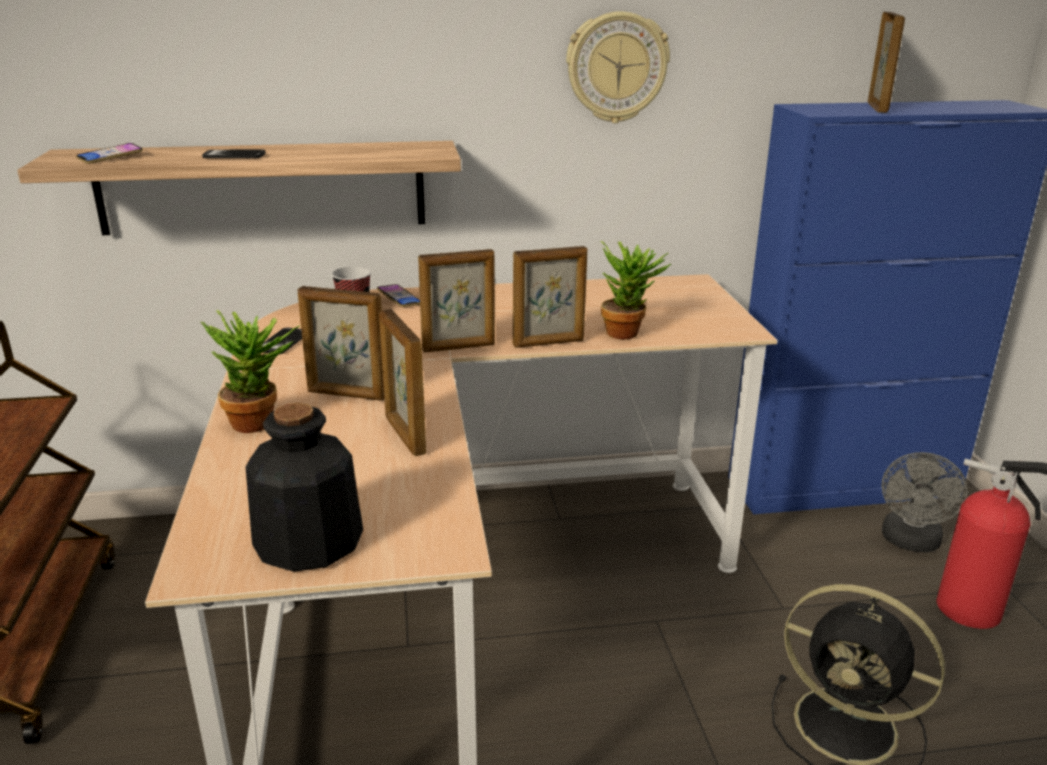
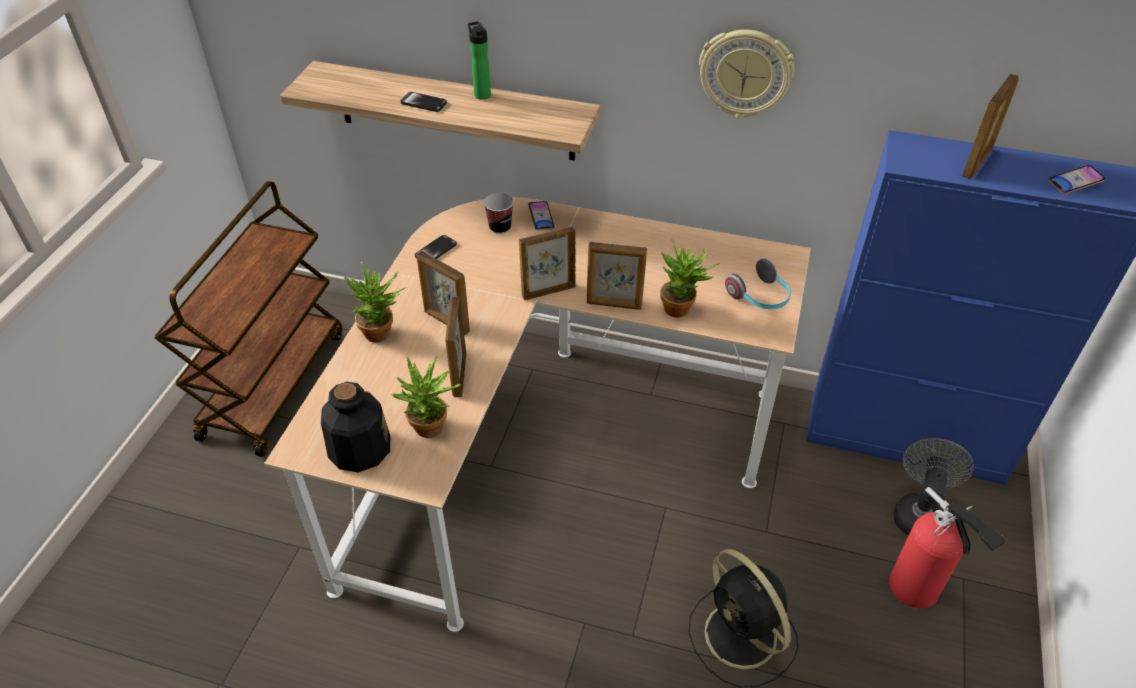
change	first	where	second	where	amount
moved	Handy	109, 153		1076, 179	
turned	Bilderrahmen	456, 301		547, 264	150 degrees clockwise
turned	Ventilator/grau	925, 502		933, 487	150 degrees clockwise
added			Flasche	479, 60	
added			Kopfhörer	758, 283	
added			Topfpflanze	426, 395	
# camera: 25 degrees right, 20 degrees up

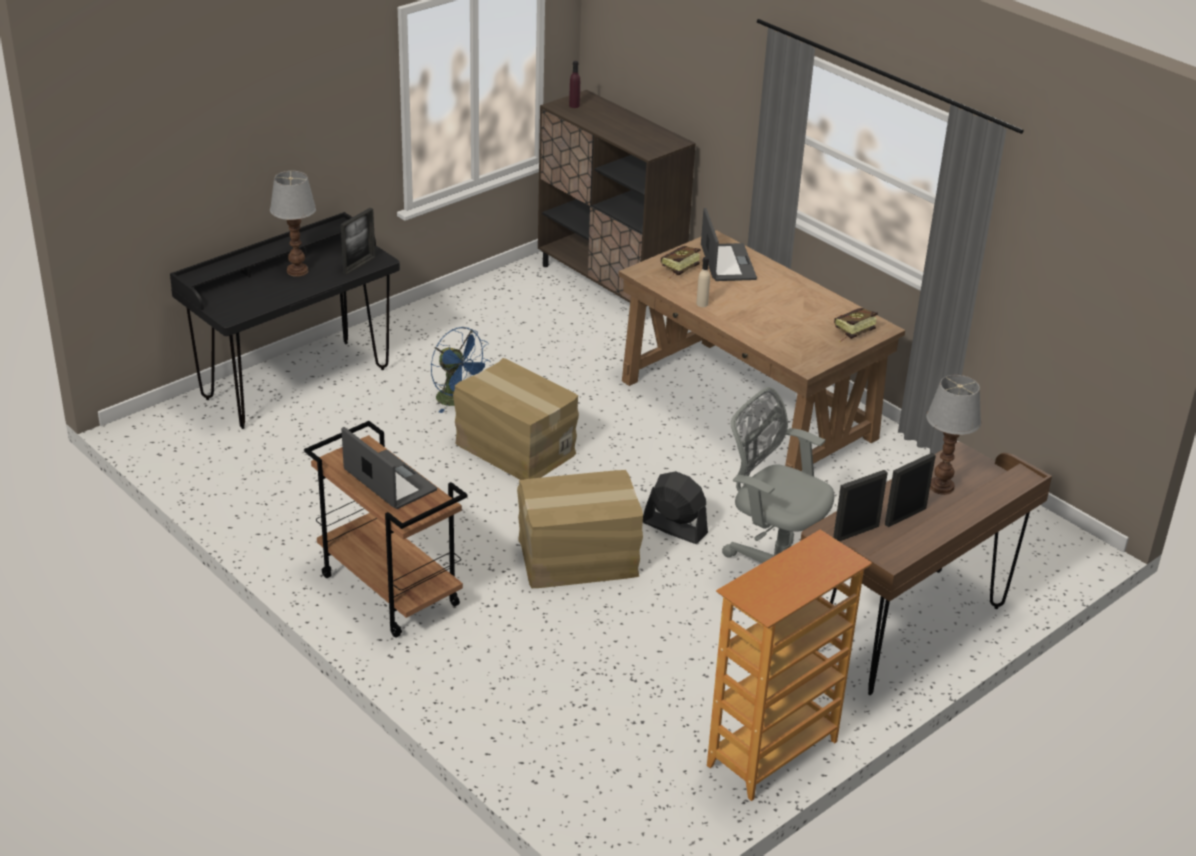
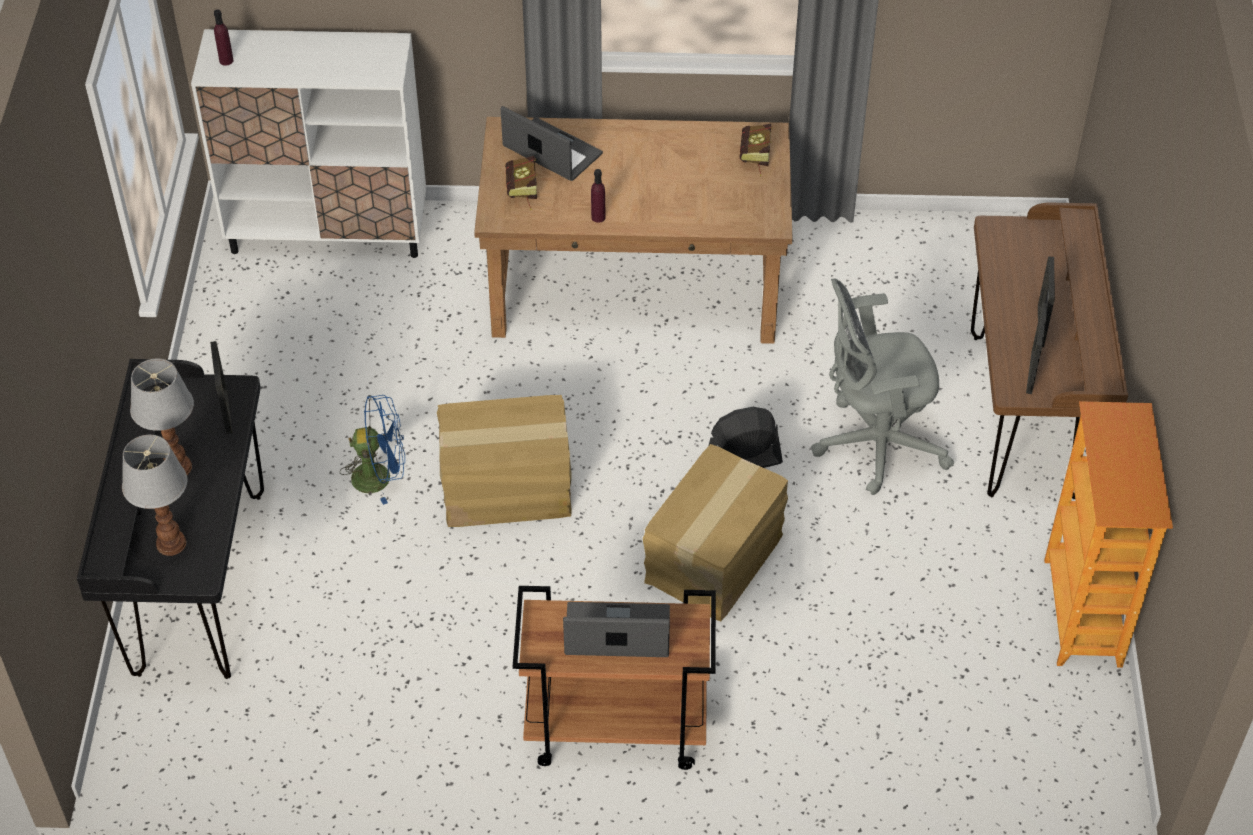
change	first	where	second	where	amount
recoloured	Schrank/braun	617, 198	Schrank/weiß	308, 143	
recoloured	Flasche/beige	703, 282	Flasche/lila	598, 196	
moved	Tischlampe	953, 435		154, 495	
# camera: 45 degrees left, 15 degrees up

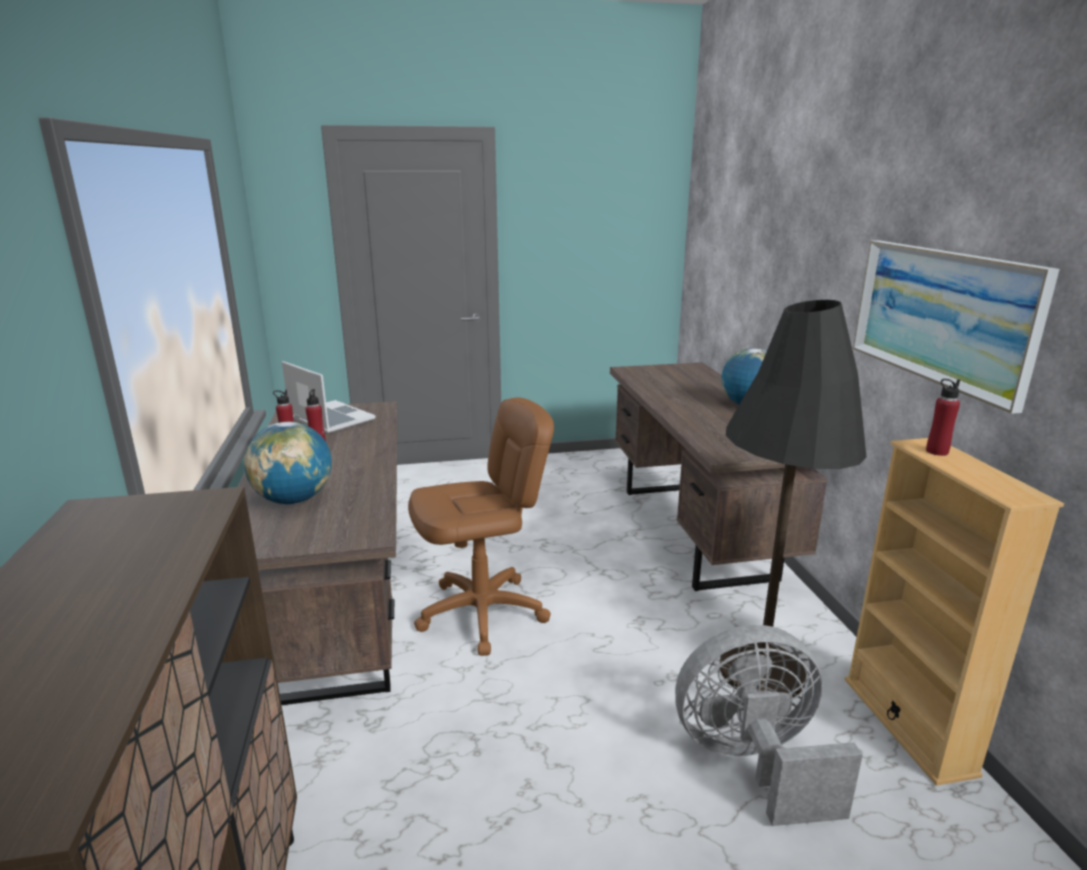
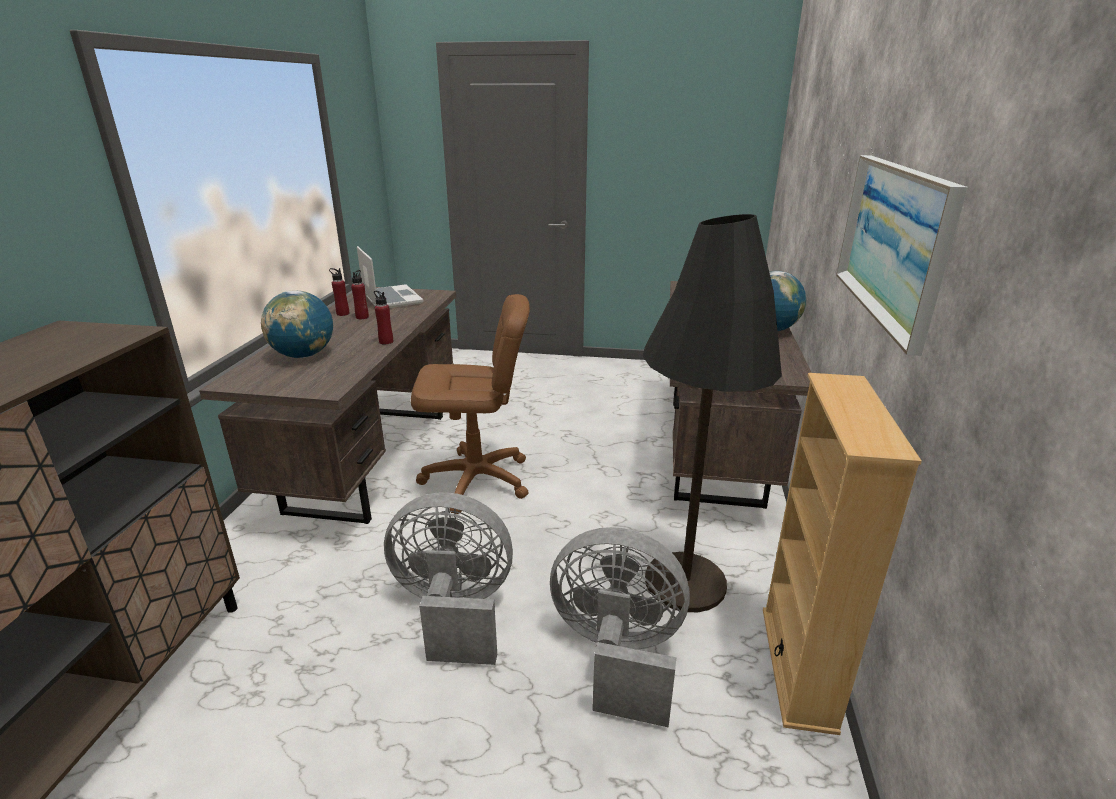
change	first	where	second	where	amount
moved	Flasche/rot	943, 417		383, 317	
added			Ventilator/grau	448, 578	
# camera: 20 degrees right, 5 degrees up

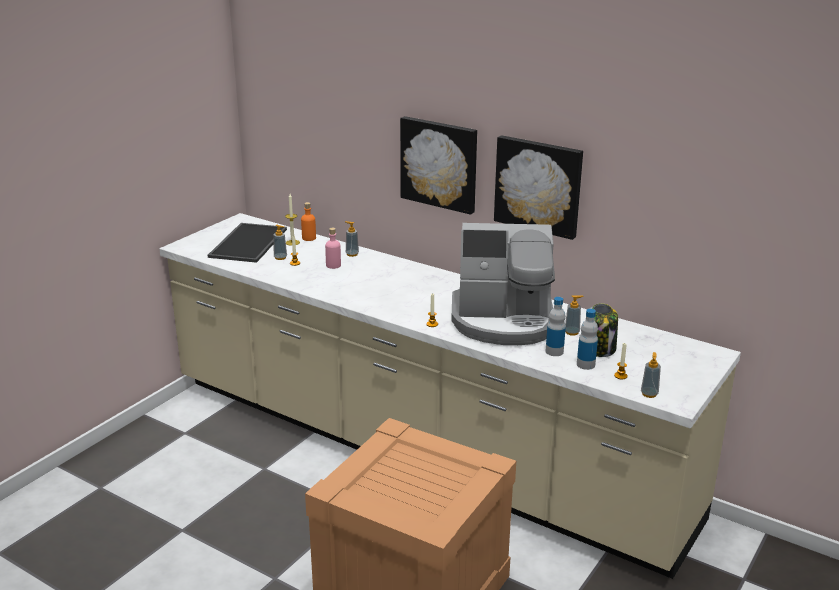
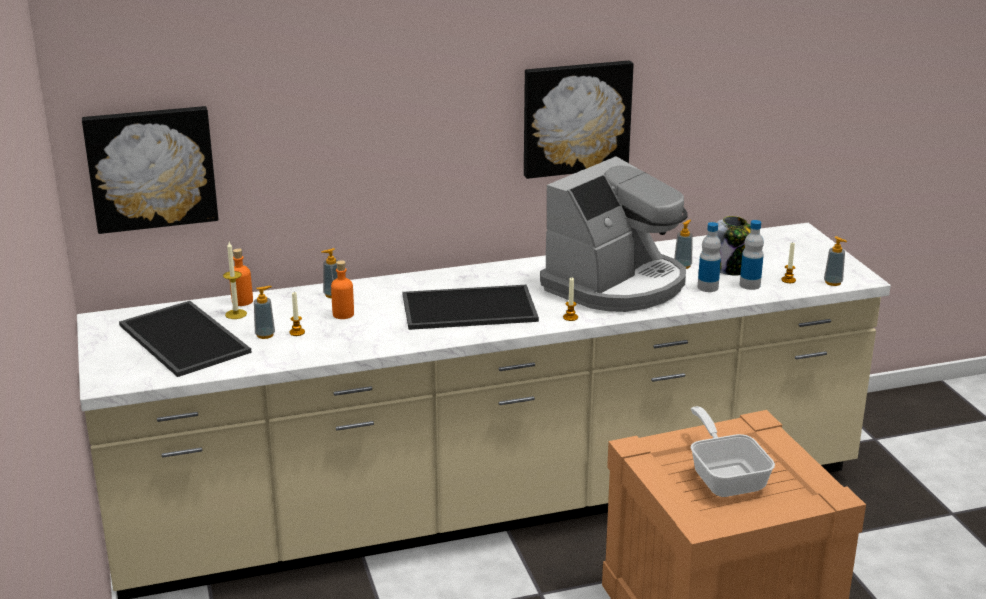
change	first	where	second	where	amount
moved	Bild	438, 165		150, 170	
recoloured	Flasche/rosa	333, 248	Flasche/orange	342, 289	
added			Tablett	471, 307	
added			Pfanne	732, 451	
# camera: 50 degrees left, 0 degrees up

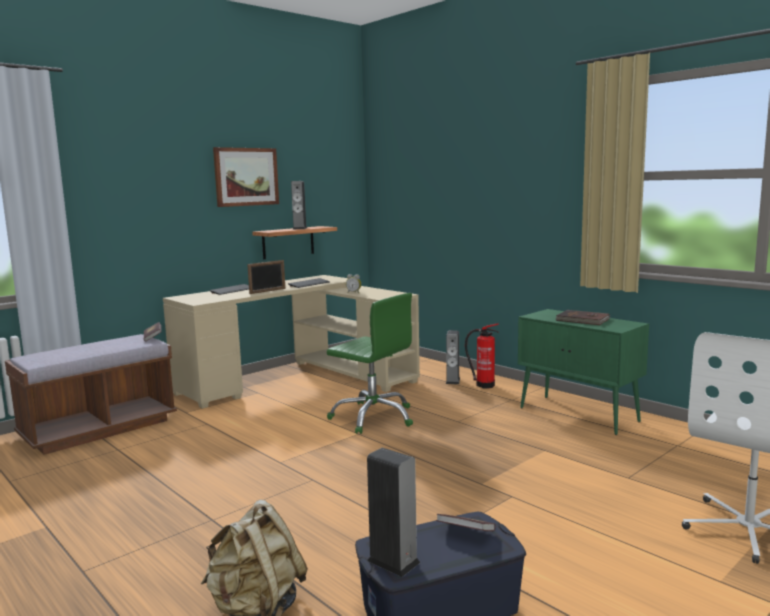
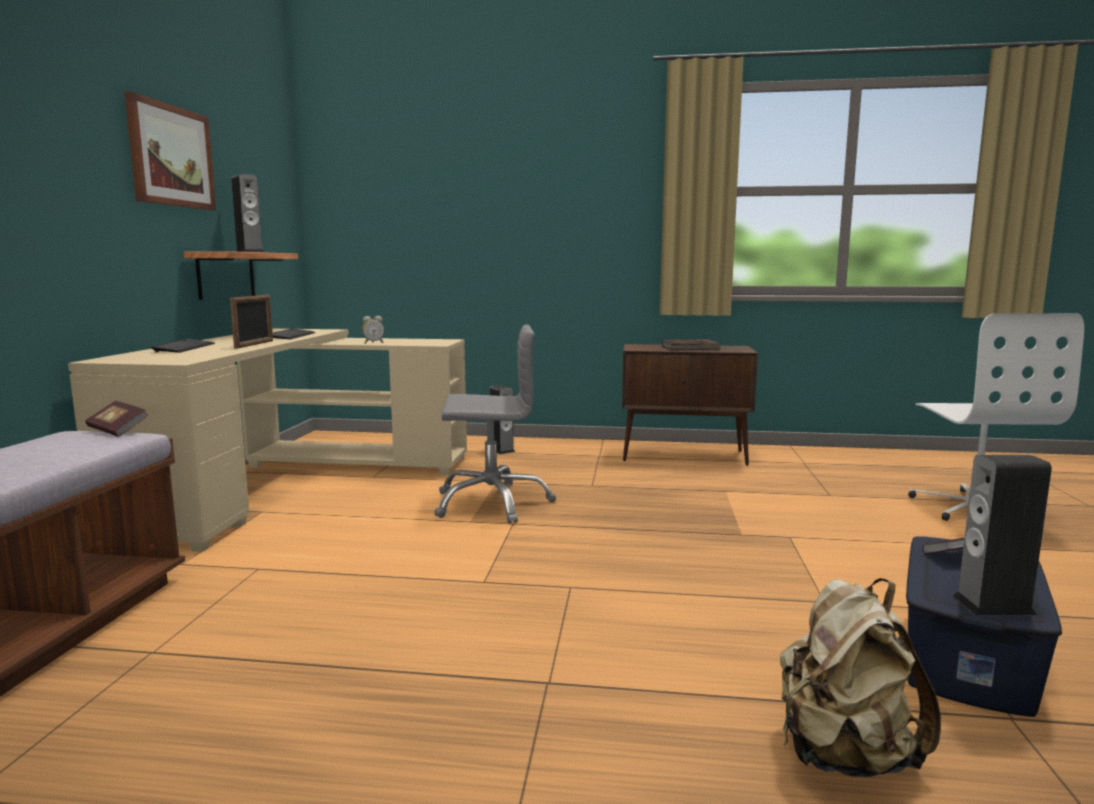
change	first	where	second	where	amount
recoloured	Bürostuhl/grün	370, 363	Bürostuhl/grau	495, 424	
recoloured	Schrank/grün	583, 372	Schrank/braun	690, 405	
removed	Feuerlöscher	482, 356			
# camera: 40 degrees left, 0 degrees up

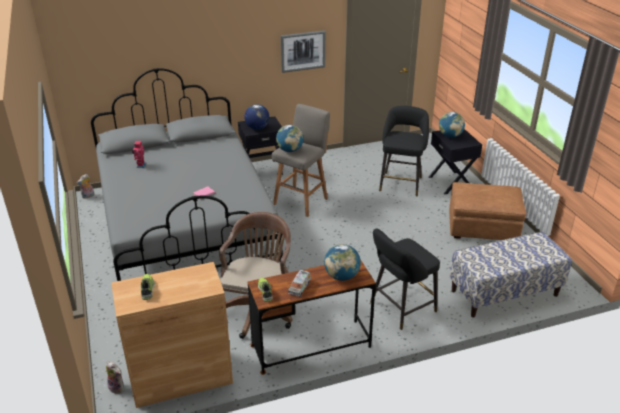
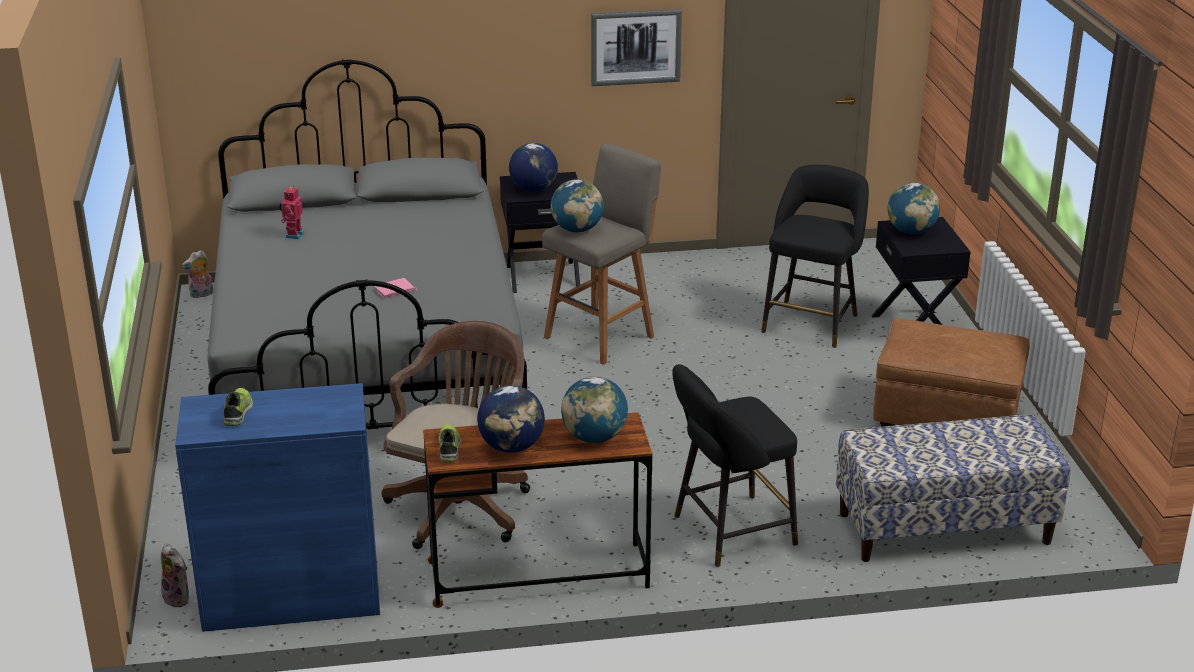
change	first	where	second	where	amount
recoloured	Schrank/braun	172, 335	Schrank/blau	277, 507	
replaced	Spielzeuglaster	299, 283	Globus	511, 419	
# camera: 10 degrees right, 5 degrees down

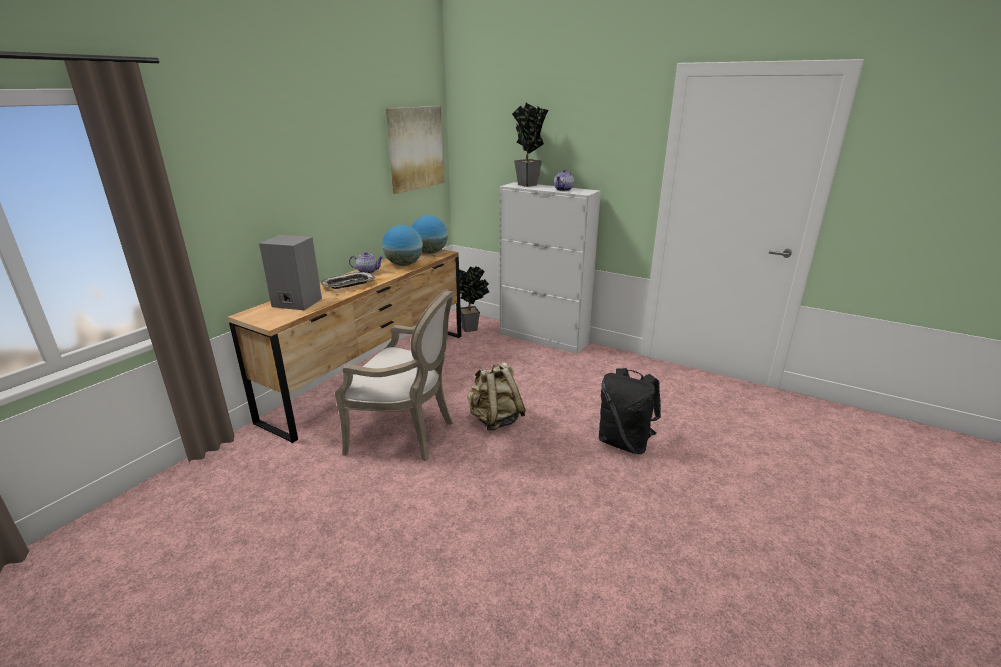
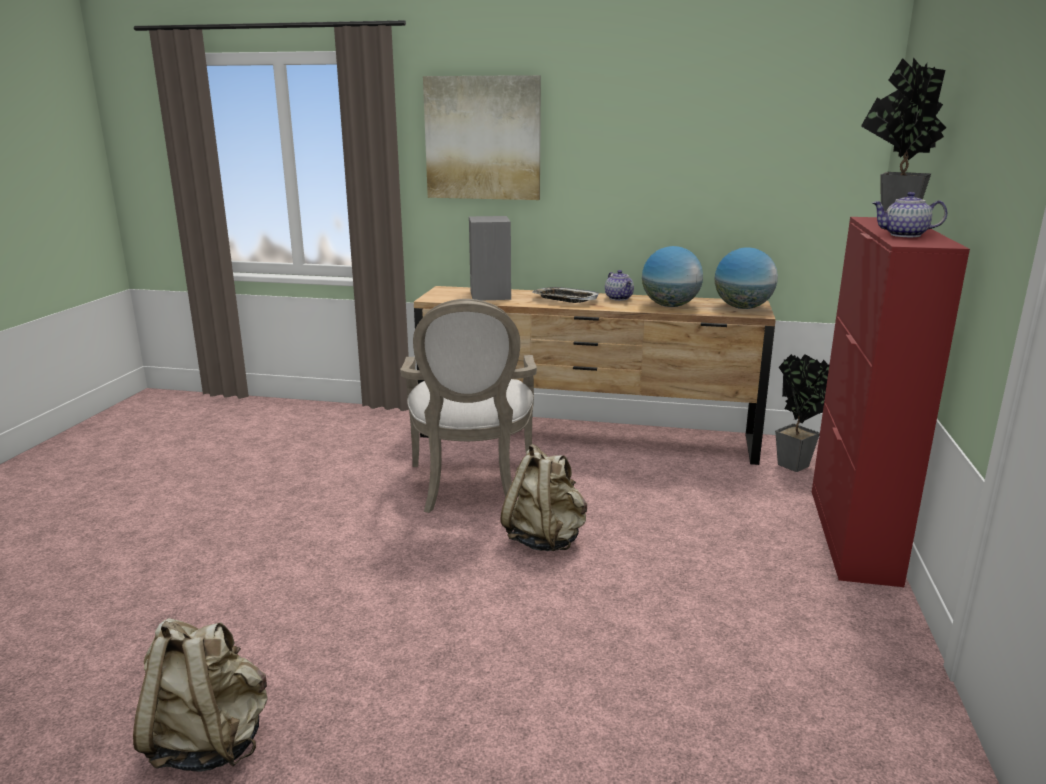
change	first	where	second	where	amount
moved	Bild	415, 150		482, 137	
recoloured	Schrank/weiß	550, 268	Schrank/rot	891, 402	
removed	Rucksack/schwarz	629, 411			
added			Rucksack/beige	200, 695	
# camera: 70 degrees right, 5 degrees down

